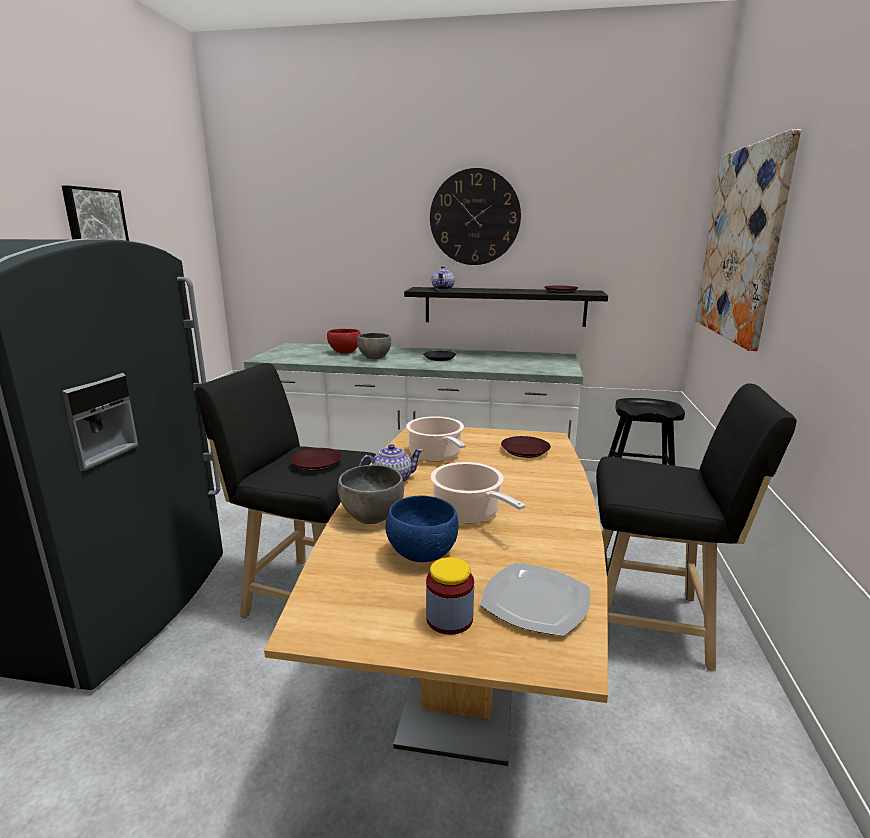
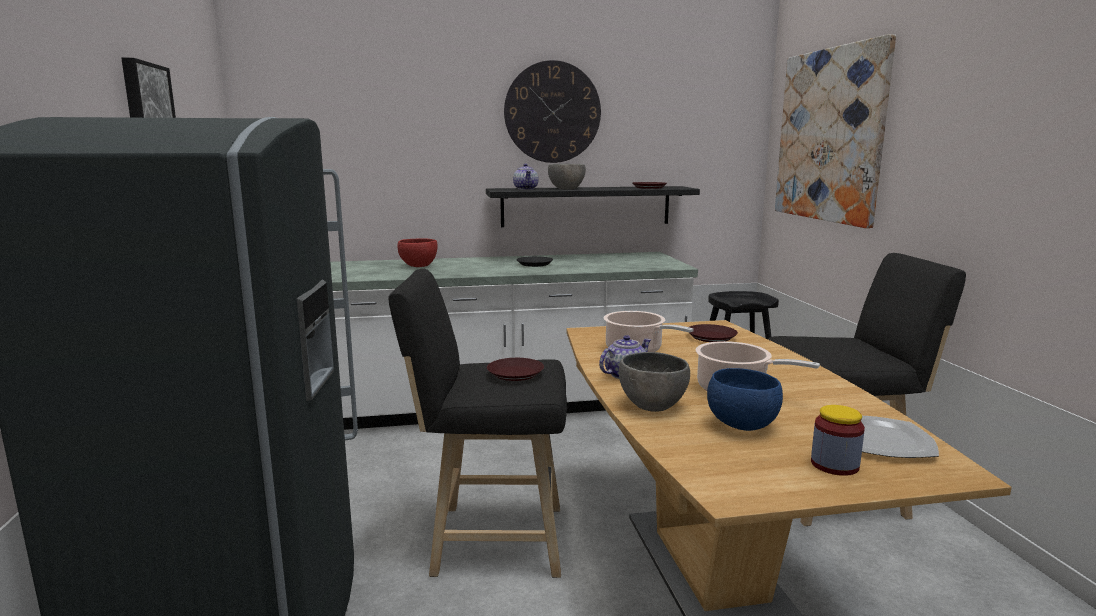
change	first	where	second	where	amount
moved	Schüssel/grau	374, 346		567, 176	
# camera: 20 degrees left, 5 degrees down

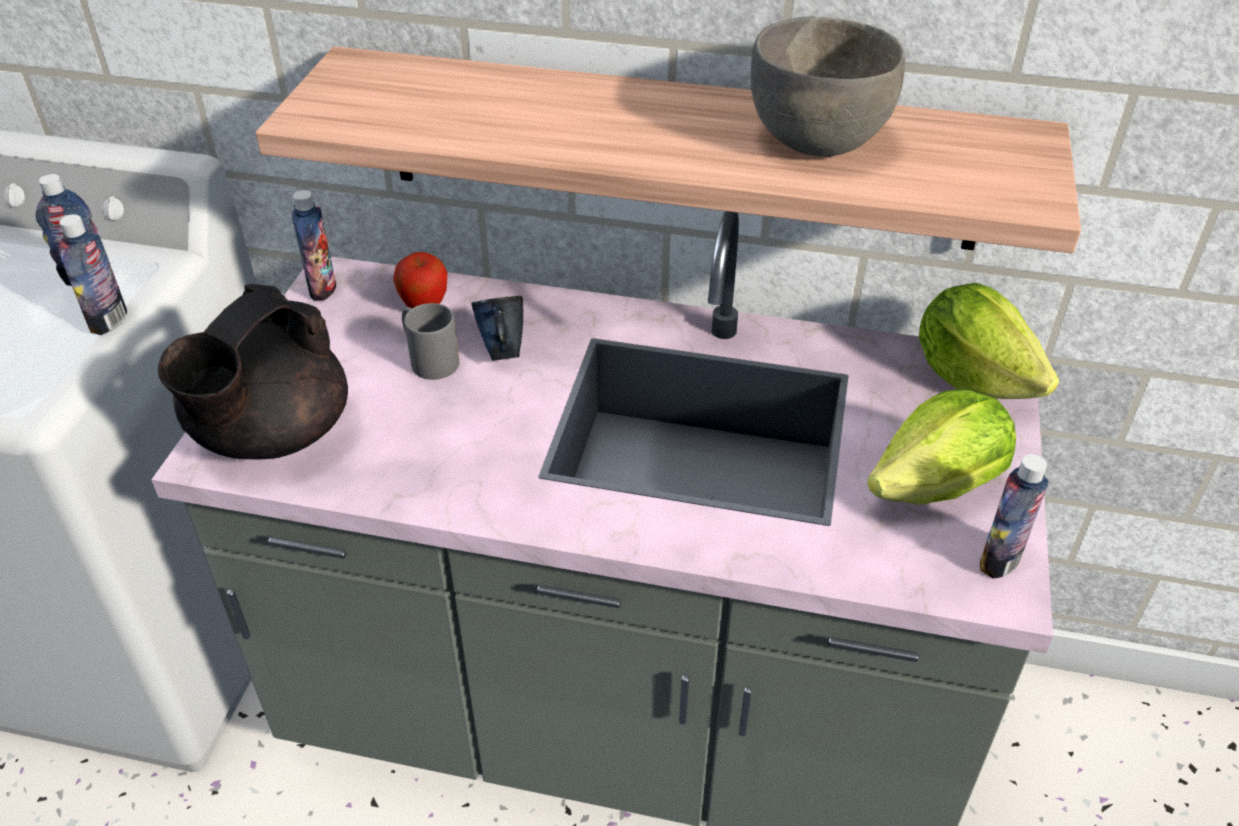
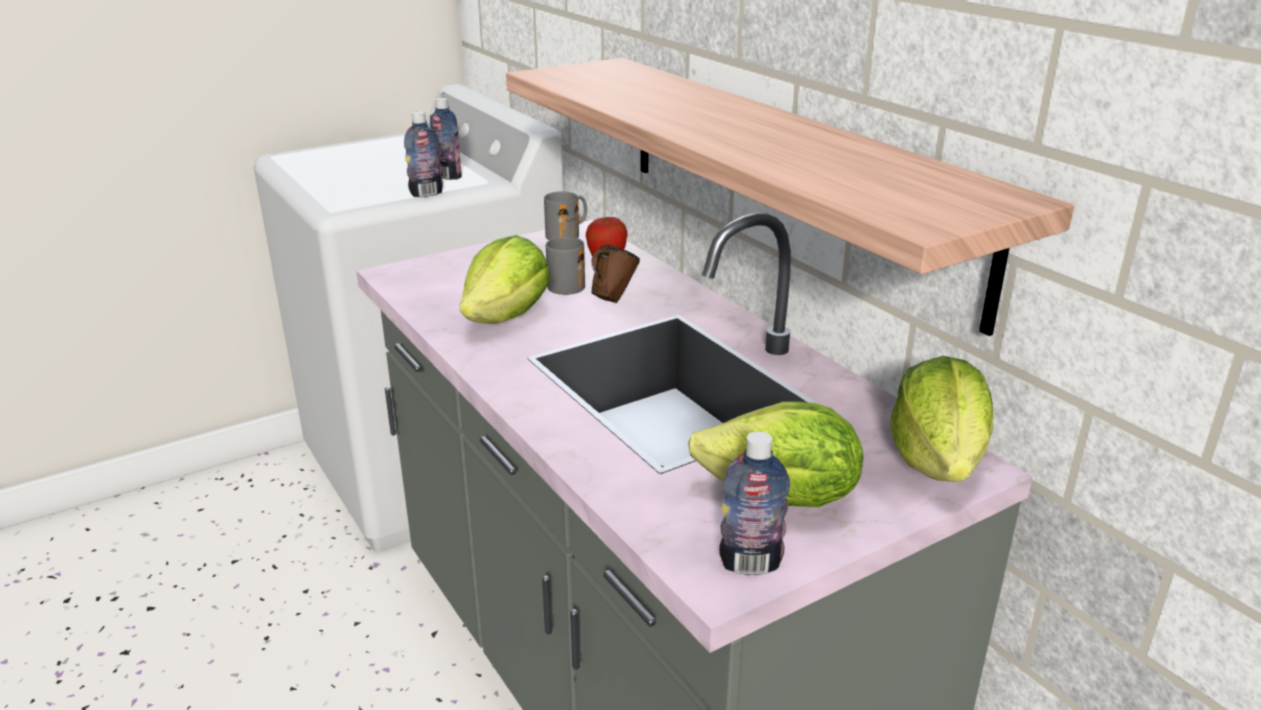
change	first	where	second	where	amount
removed	Schüssel/grau	828, 86			
replaced	Flasche	314, 245	Henkelbecher/grau	565, 215	
removed	Teekanne/schwarz	253, 372			
recoloured	Henkelbecher/blau	497, 328	Henkelbecher/braun	615, 273	
added			Salatkopf	505, 279	
# camera: 45 degrees right, 15 degrees down

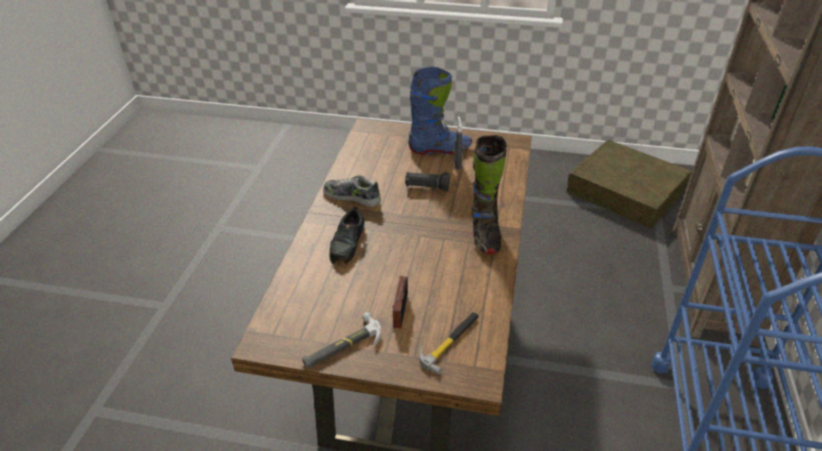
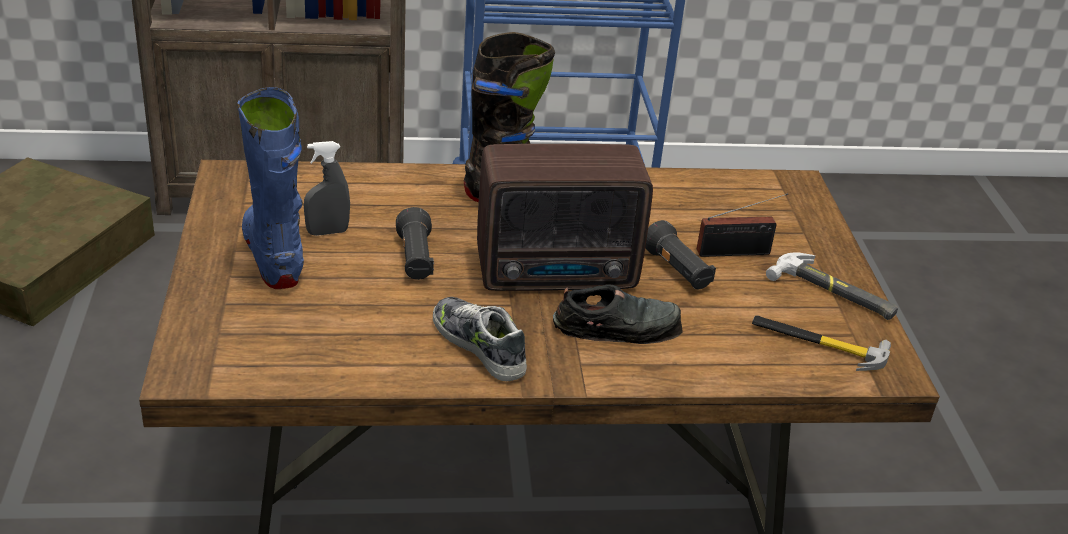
change	first	where	second	where	amount
turned	Schuh	352, 191		480, 339	135 degrees clockwise
moved	Hammer	449, 343		821, 343	
added			Radio	565, 217	
added			Taschenlampe/schwarz	680, 254	
# camera: 110 degrees left, 5 degrees down

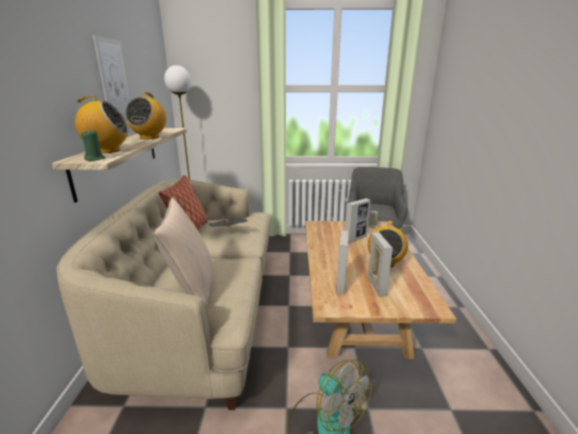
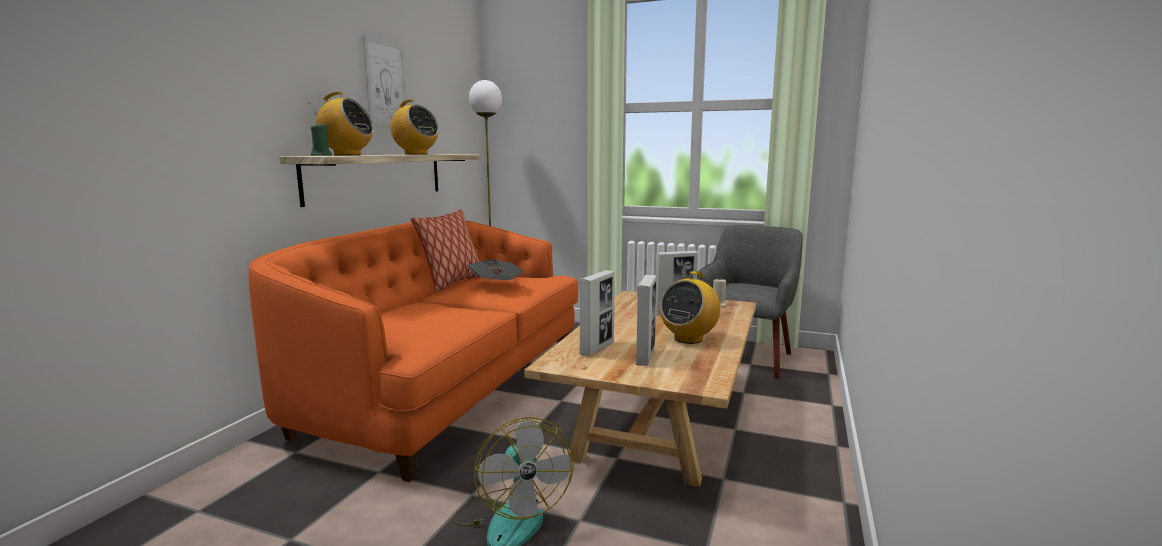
change	first	where	second	where	amount
turned	Radio	146, 115		414, 127	90 degrees counterclockwise
recoloured	Sofa/beige	164, 294	Sofa/orange	413, 351	
removed	Kissen/beige	183, 252			
# camera: 20 degrees right, 10 degrees down

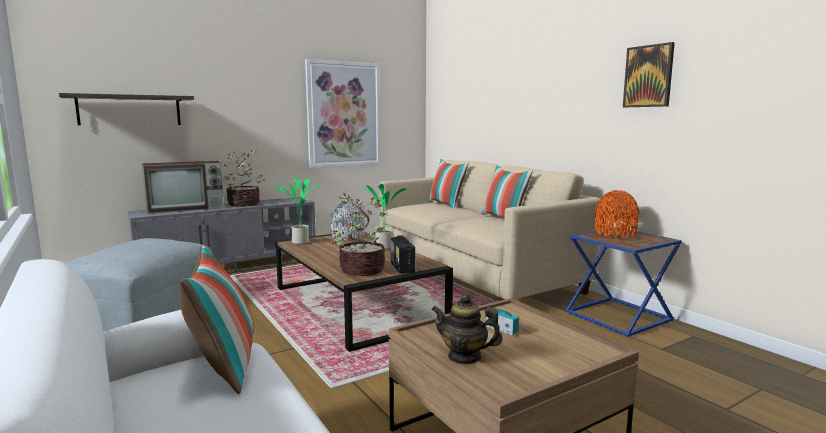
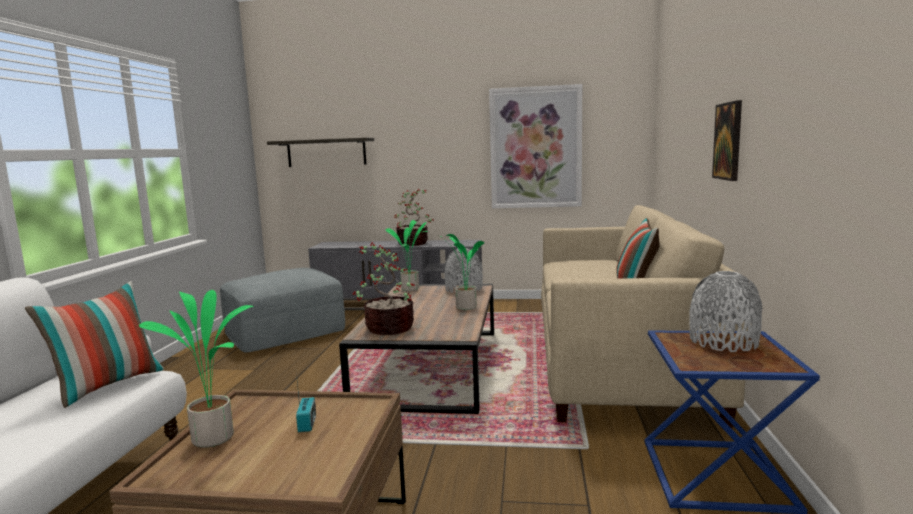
change	first	where	second	where	amount
moved	Bild	649, 74		727, 140	
removed	Kissen	448, 184			
removed	Fernseher	183, 187			
recoloured	Vase/orange	617, 214	Vase/grau	725, 311	
removed	Radio	403, 254			
replaced	Teekanne	466, 329	Topfpflanze	196, 369	
# camera: 40 degrees right, 0 degrees up

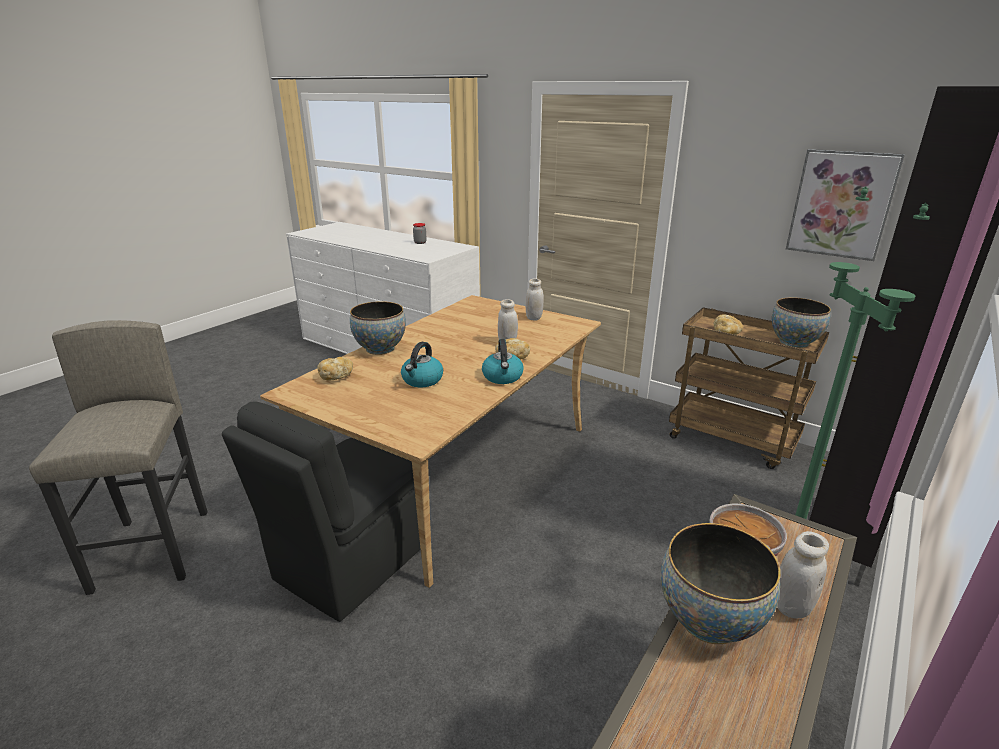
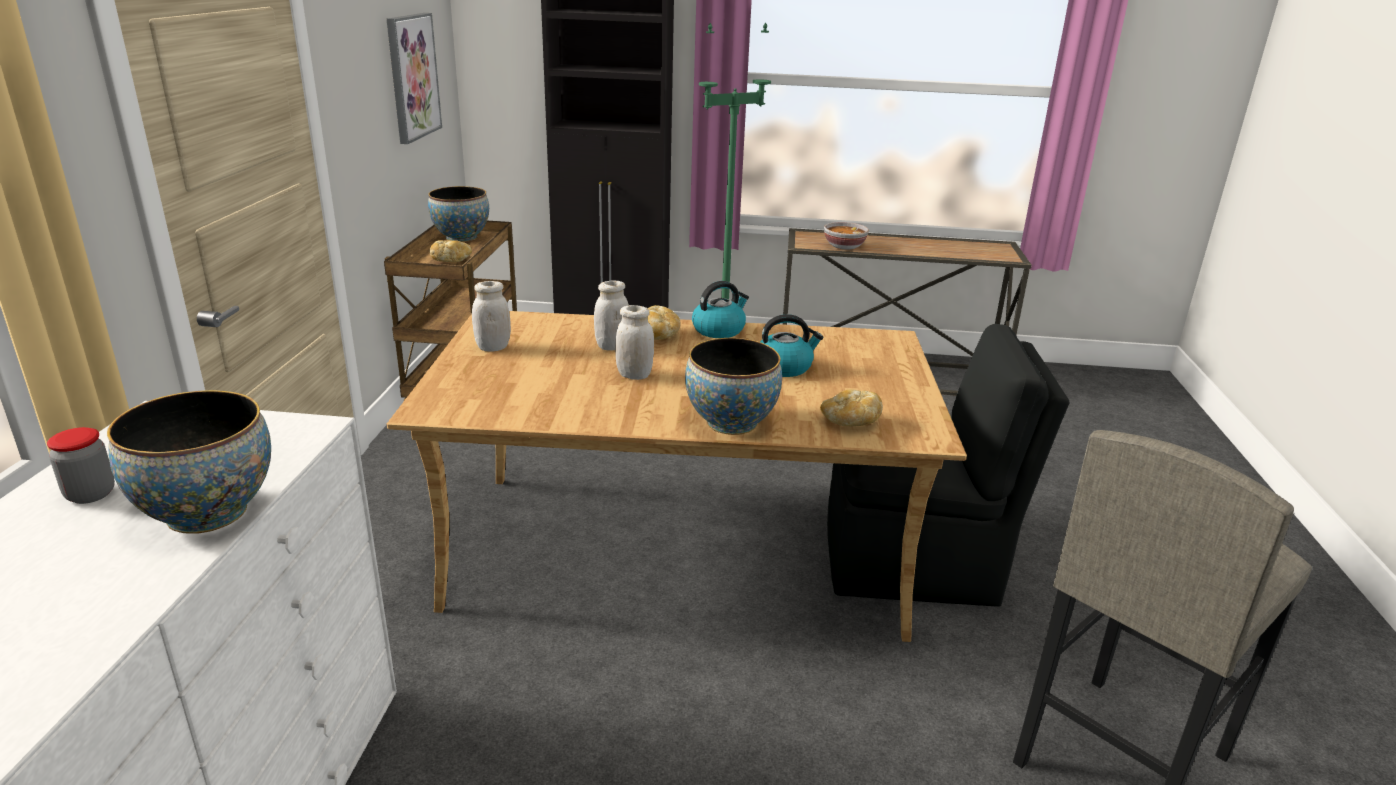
change	first	where	second	where	amount
moved	Schüssel	721, 583		189, 462	
moved	Vorratsglas/weiß	803, 575		634, 342	
# camera: 120 degrees left, 0 degrees up

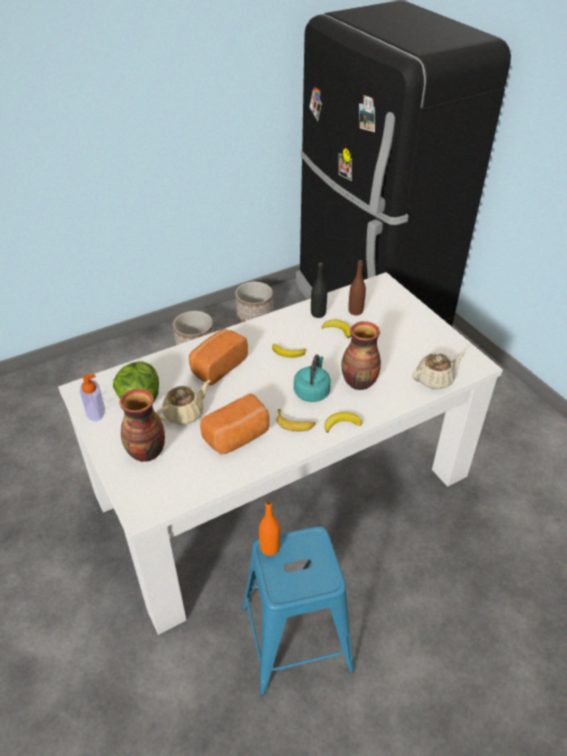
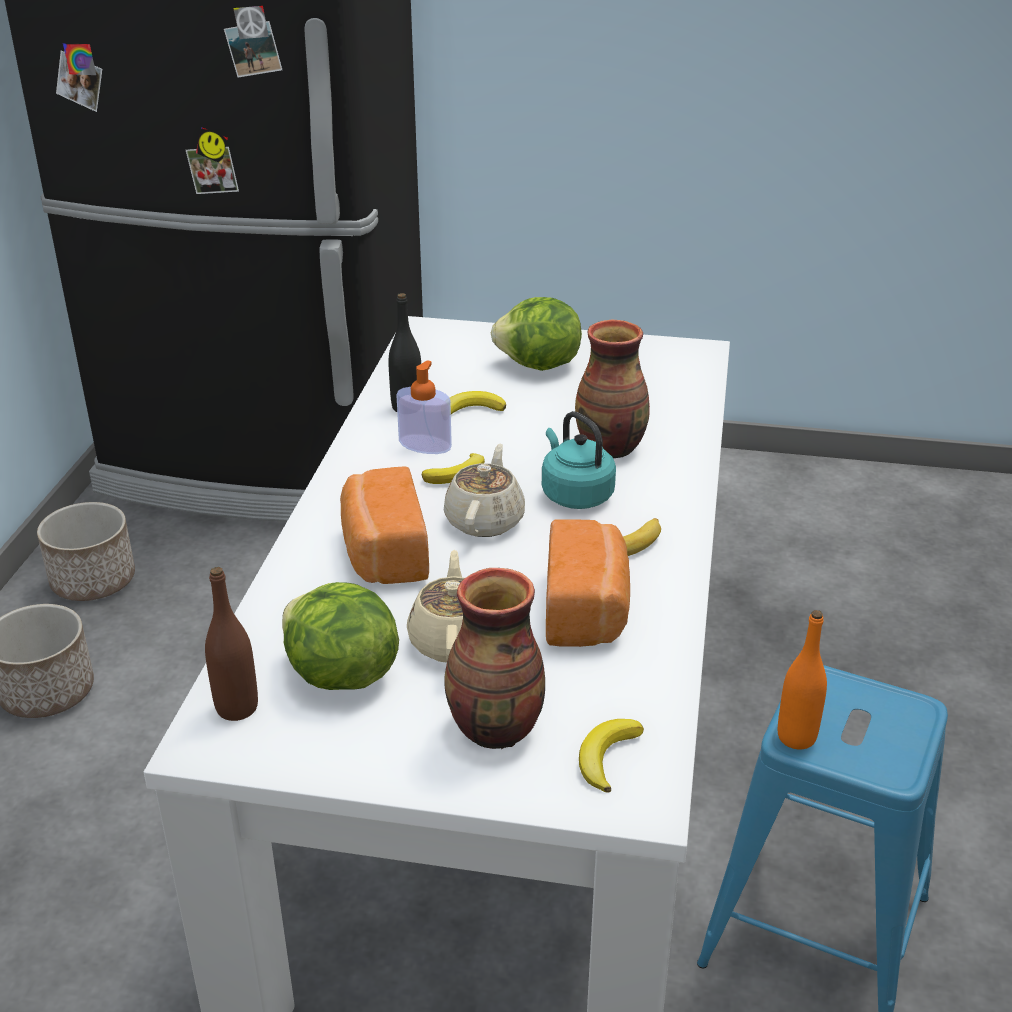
change	first	where	second	where	amount
moved	Flasche/braun	357, 287		231, 644	
moved	Teekanne/beige	438, 370		484, 490	
moved	Seifenspender	92, 398		424, 407	
moved	Banane	343, 422		611, 756	
added			Salatkopf	536, 334	
# camera: 50 degrees left, 10 degrees down

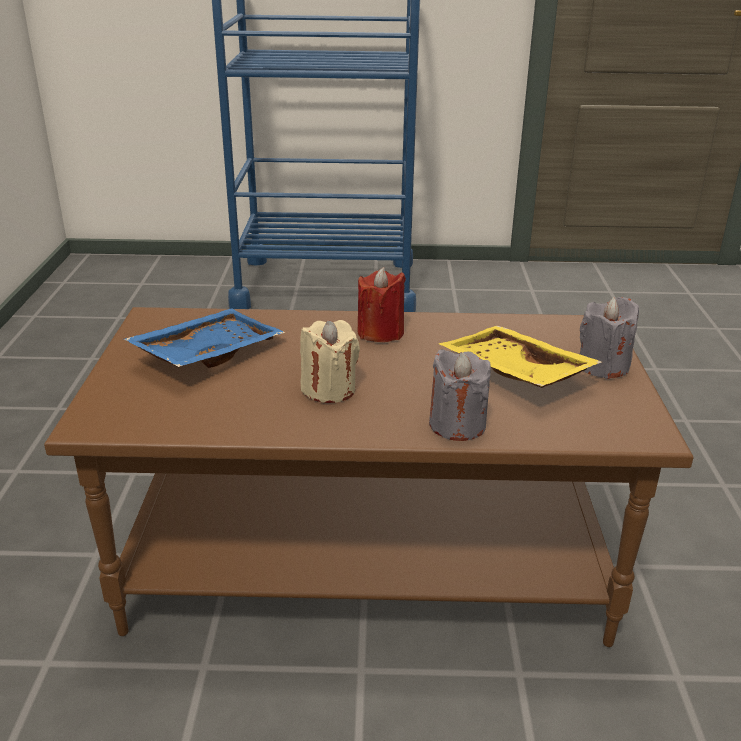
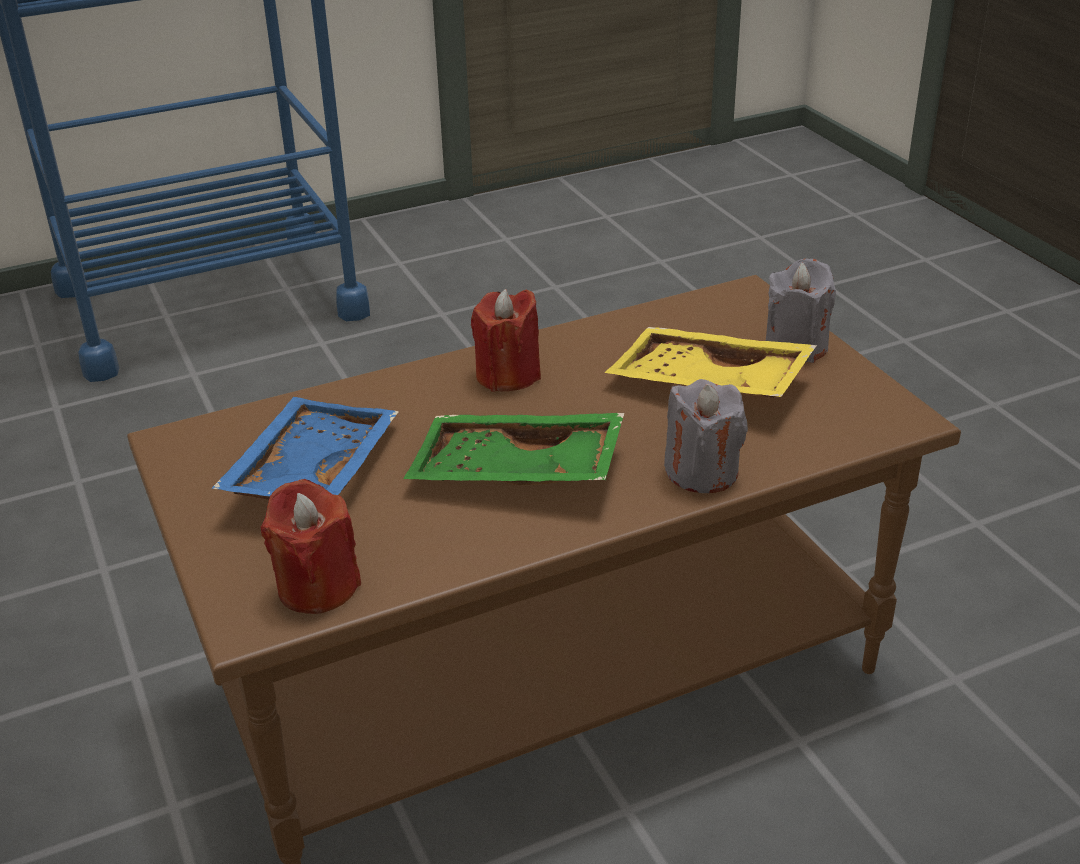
change	first	where	second	where	amount
replaced	Kerze/beige	330, 361	Tablett/grün	514, 449	
added			Kerze/rot	311, 546	
# camera: 25 degrees left, 5 degrees up

